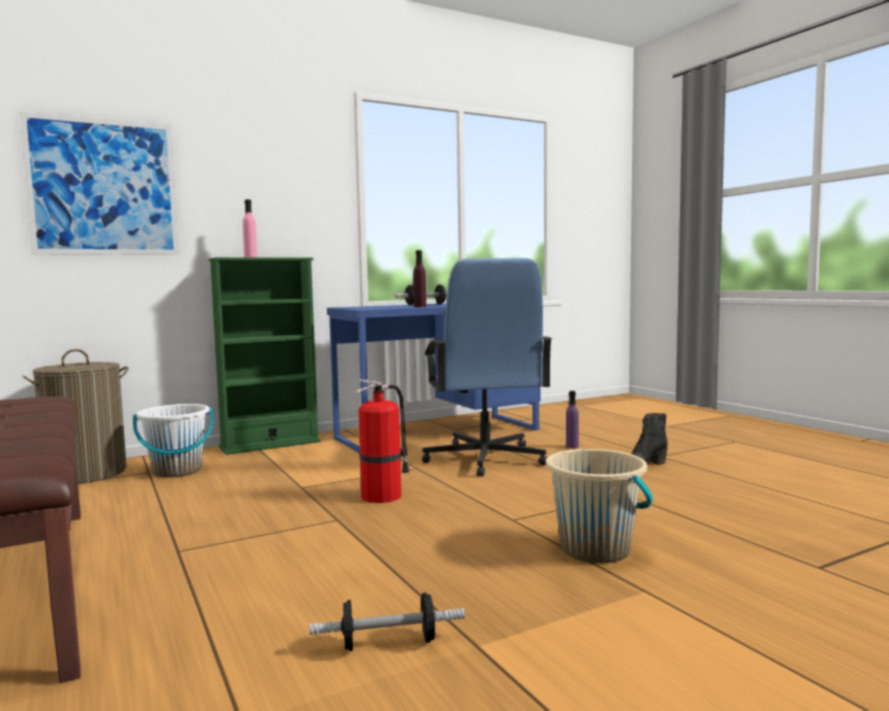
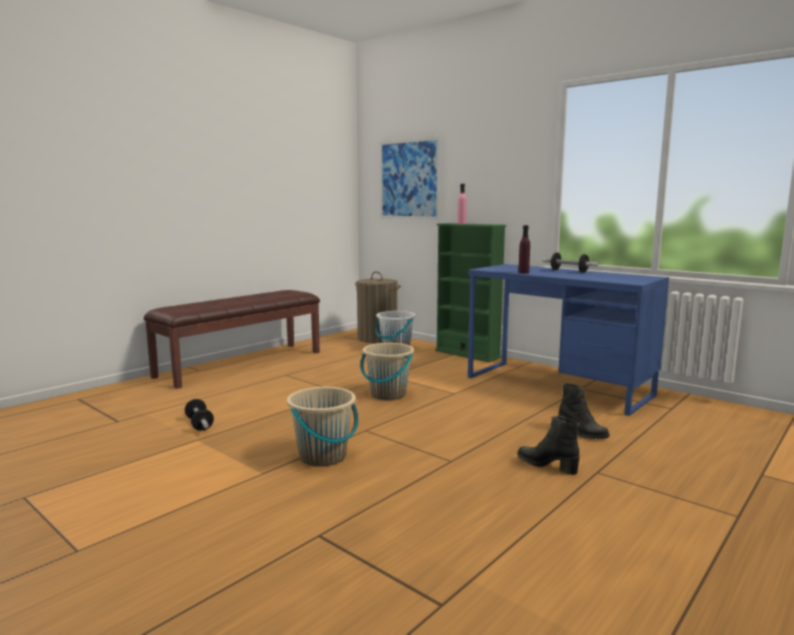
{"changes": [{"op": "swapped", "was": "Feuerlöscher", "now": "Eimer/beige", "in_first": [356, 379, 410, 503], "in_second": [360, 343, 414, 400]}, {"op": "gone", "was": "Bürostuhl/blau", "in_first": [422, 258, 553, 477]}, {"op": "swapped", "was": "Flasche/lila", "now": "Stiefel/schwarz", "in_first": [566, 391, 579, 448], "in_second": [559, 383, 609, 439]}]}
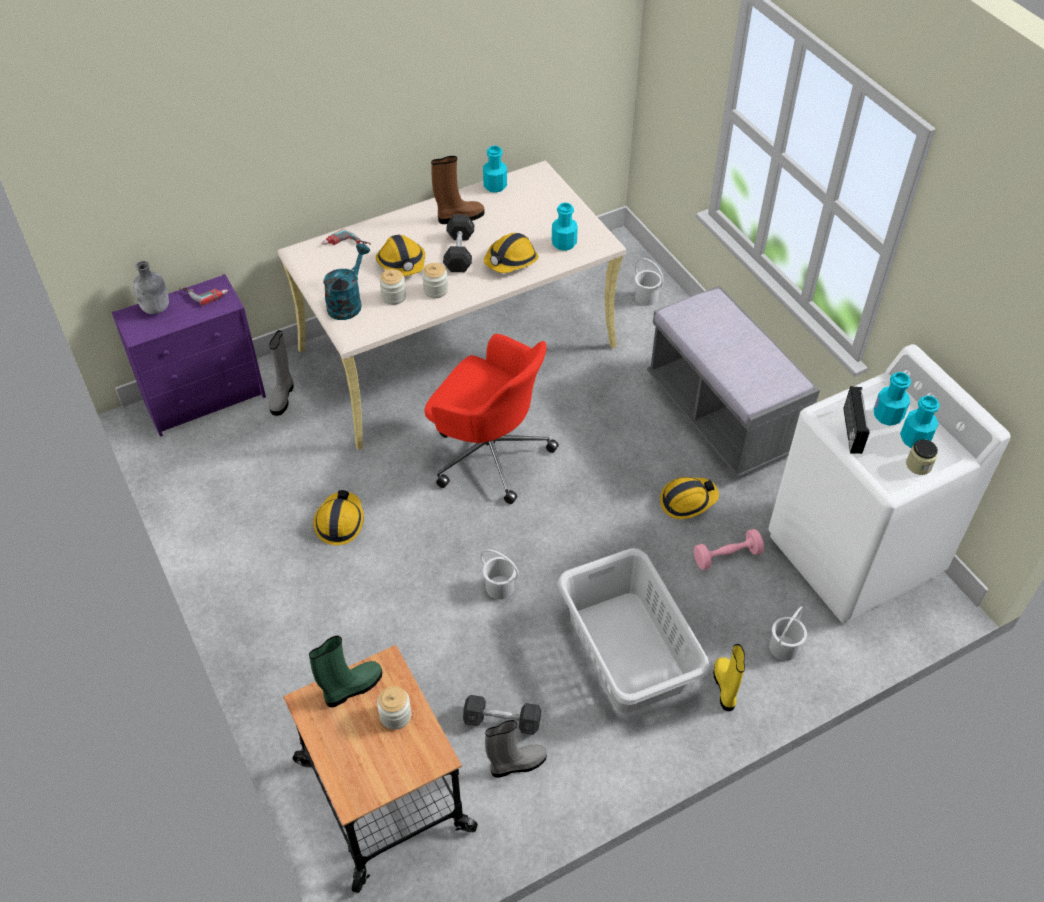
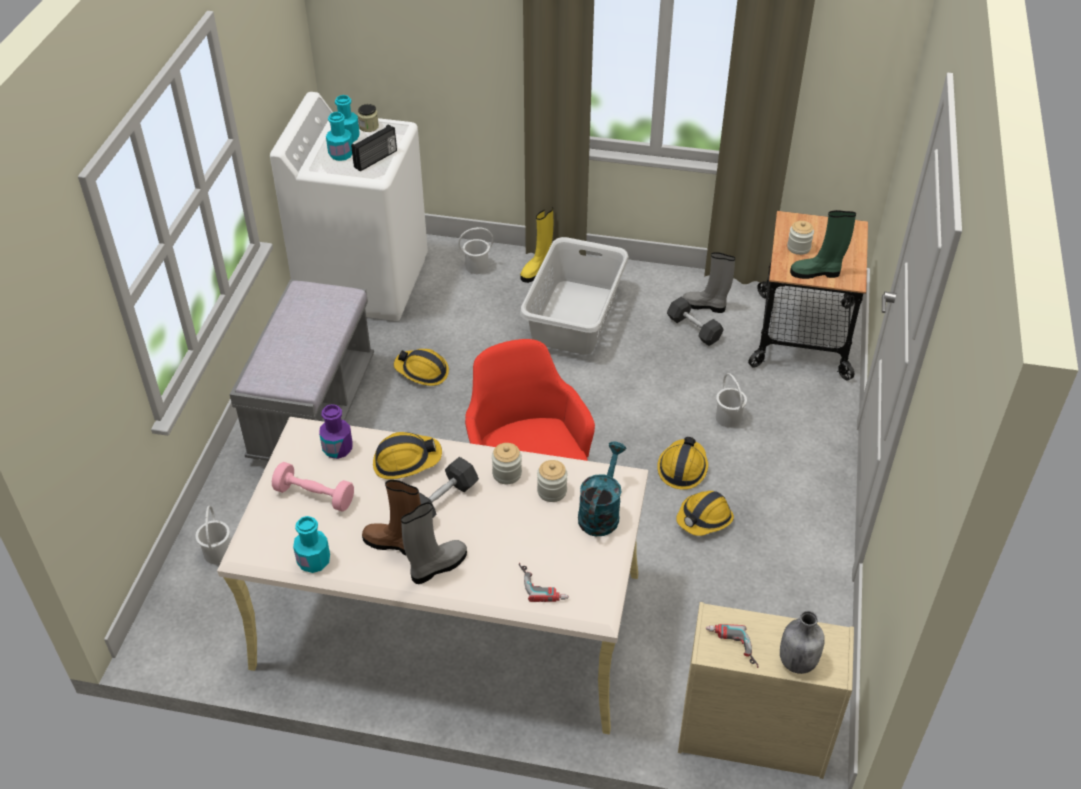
{"changes": [{"op": "repainted", "was": "Kommode/lila", "now": "Kommode/beige", "in_first": [112, 274, 266, 437], "in_second": [678, 602, 854, 779]}, {"op": "shifted", "was": "Stiefel/grau", "in_first": [269, 330, 294, 416], "in_second": [401, 502, 467, 584]}, {"op": "rotated", "was": "Gießkanne/türkis", "in_first": [323, 243, 370, 320], "in_second": [578, 442, 626, 536], "clockwise": 135}, {"op": "shifted", "was": "Schutzhelm", "in_first": [376, 235, 425, 276], "in_second": [657, 437, 708, 490]}, {"op": "shifted", "was": "Eimer/weiß", "in_first": [480, 549, 519, 599], "in_second": [716, 373, 747, 428]}, {"op": "repainted", "was": "Flasche/türkis", "now": "Flasche/lila", "in_first": [552, 202, 578, 251], "in_second": [319, 404, 353, 459]}, {"op": "shifted", "was": "Hantel/rosa", "in_first": [694, 529, 764, 570], "in_second": [272, 462, 354, 512]}]}
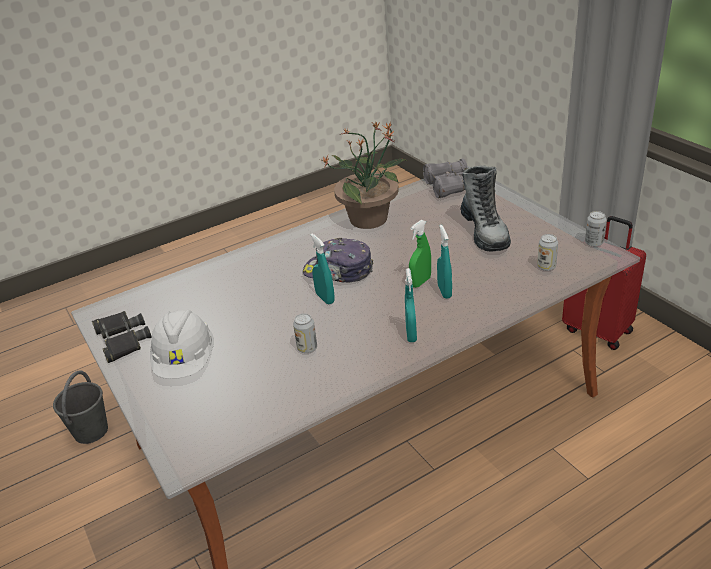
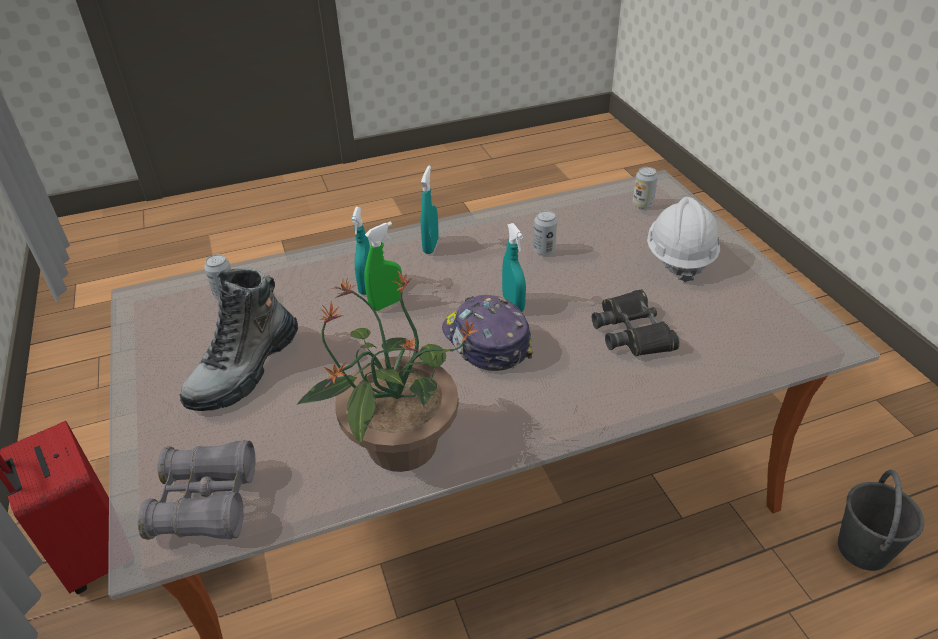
{"changes": [{"op": "shifted", "was": "Fernglas/schwarz", "in_first": [92, 311, 152, 363], "in_second": [592, 290, 680, 356]}, {"op": "rotated", "was": "Kappe", "in_first": [303, 238, 373, 282], "in_second": [442, 295, 533, 371], "clockwise": -150}, {"op": "rotated", "was": "Stiefel", "in_first": [460, 165, 511, 252], "in_second": [180, 267, 298, 411], "clockwise": -150}, {"op": "shifted", "was": "Dose", "in_first": [585, 211, 606, 247], "in_second": [633, 167, 658, 209]}]}
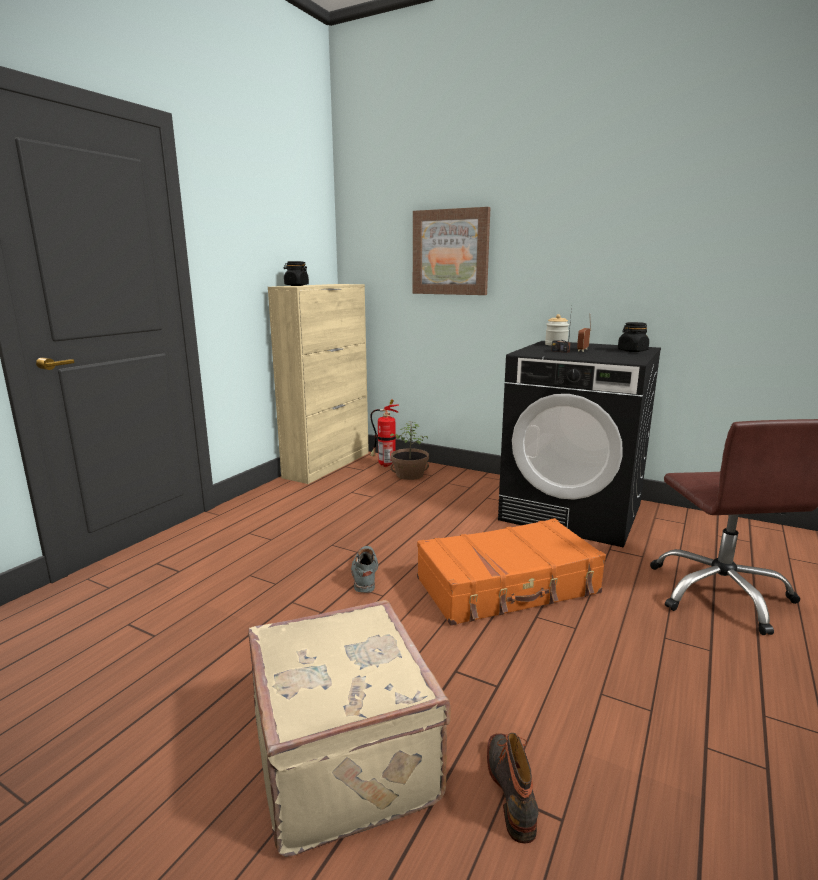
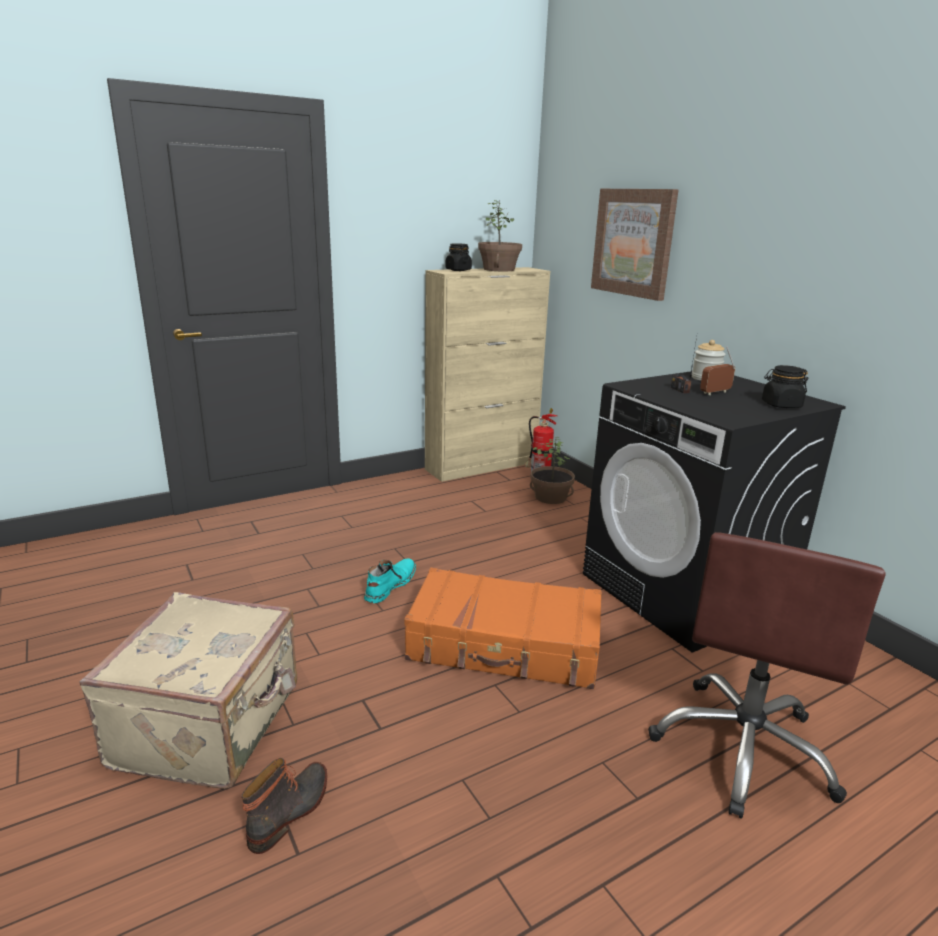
{"changes": [{"op": "repainted", "was": "Stiefel/grau", "now": "Stiefel/türkis", "in_first": [351, 546, 378, 593], "in_second": [364, 558, 416, 603]}, {"op": "new", "now": "Topfpflanze", "in_second": [478, 200, 522, 271]}]}
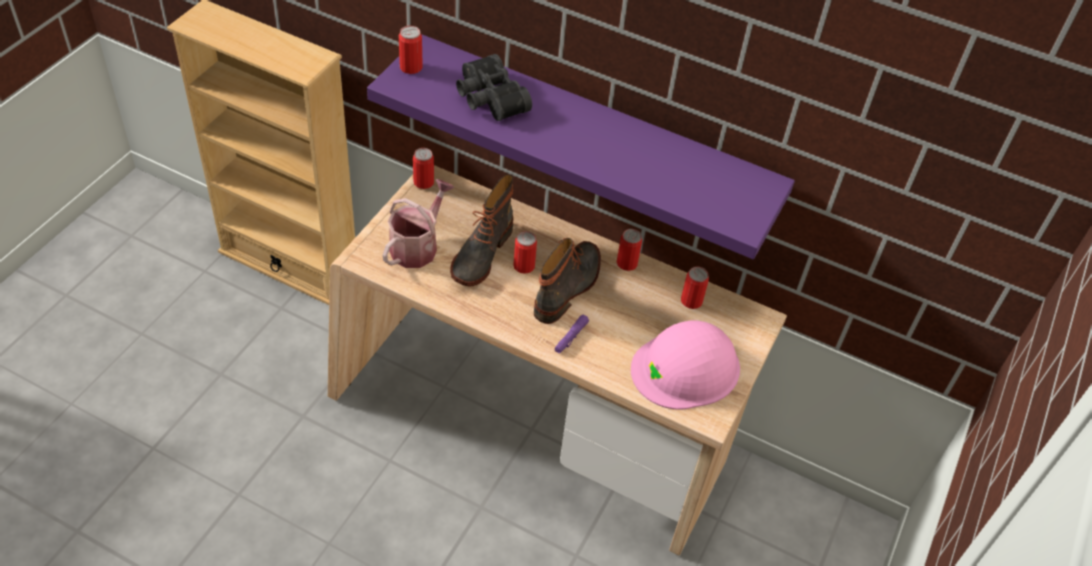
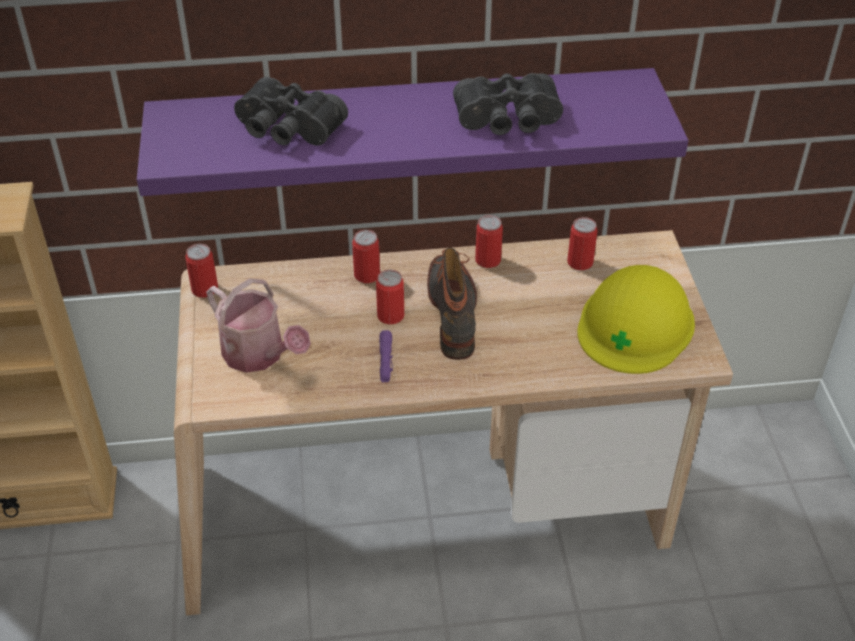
{"changes": [{"op": "rotated", "was": "Gießkanne", "in_first": [382, 179, 455, 268], "in_second": [206, 278, 311, 373], "clockwise": 135}, {"op": "shifted", "was": "Dose", "in_first": [399, 26, 423, 74], "in_second": [352, 230, 380, 283]}, {"op": "gone", "was": "Stiefel", "in_first": [450, 174, 513, 286]}, {"op": "shifted", "was": "Taschenlampe/lila", "in_first": [555, 315, 589, 353], "in_second": [379, 330, 393, 382]}, {"op": "repainted", "was": "Schutzhelm/rosa", "now": "Schutzhelm/gelb", "in_first": [631, 320, 740, 409], "in_second": [577, 265, 695, 374]}, {"op": "new", "now": "Fernglas/schwarz", "in_second": [453, 73, 563, 135]}]}
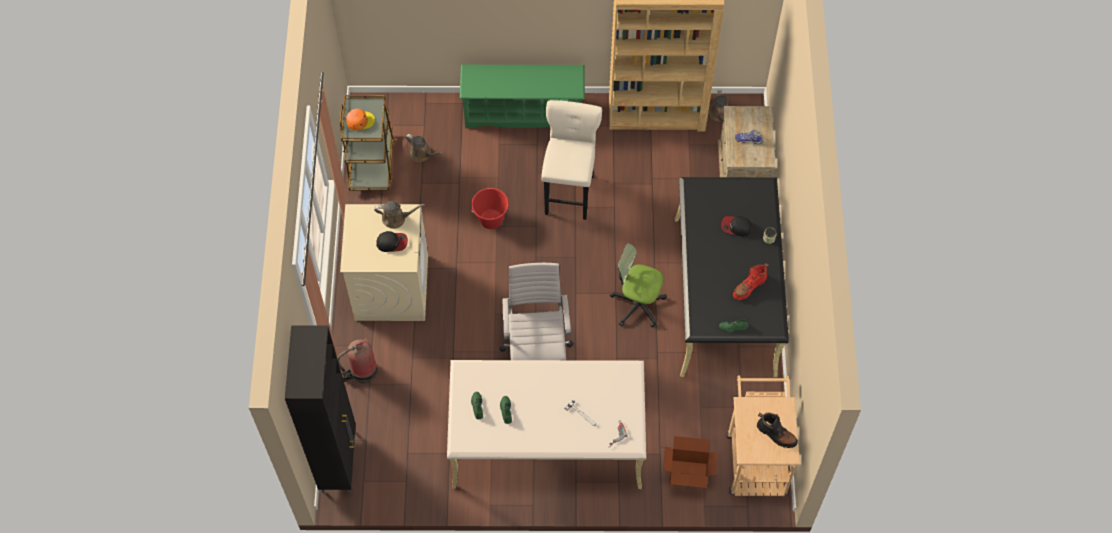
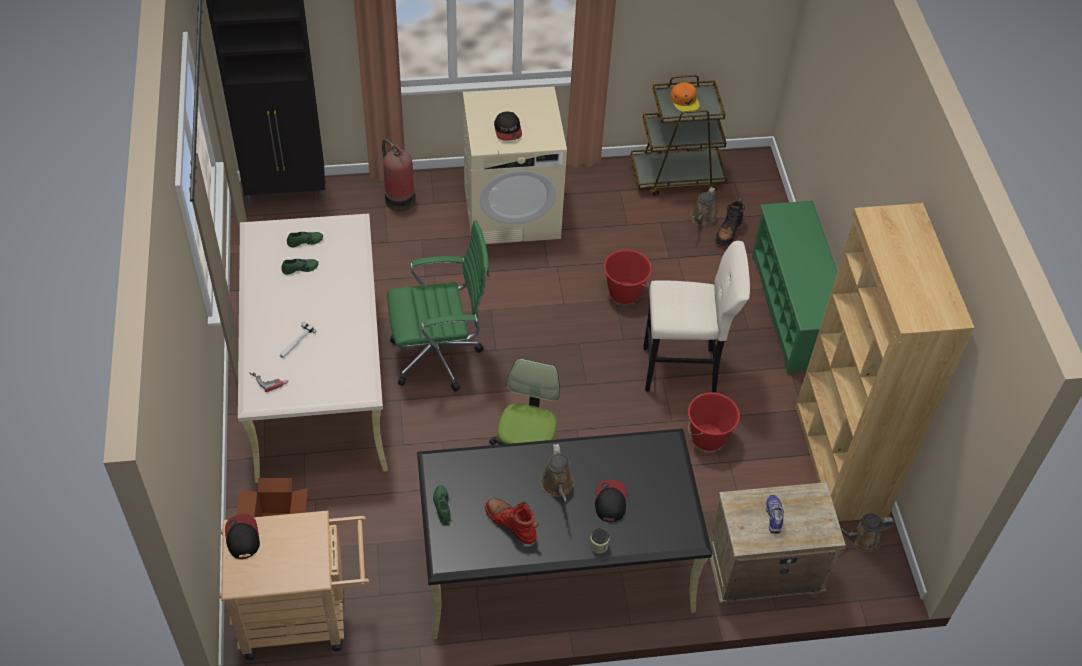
{"changes": [{"op": "shifted", "was": "Gießkanne/braun", "in_first": [374, 201, 425, 229], "in_second": [541, 444, 575, 502]}, {"op": "repainted", "was": "Bürostuhl/weiß", "now": "Bürostuhl/grün", "in_first": [500, 263, 574, 360], "in_second": [387, 220, 489, 392]}, {"op": "shifted", "was": "Stiefel/schwarz", "in_first": [757, 413, 798, 448], "in_second": [716, 198, 745, 246]}, {"op": "new", "now": "Kappe", "in_second": [225, 514, 260, 559]}, {"op": "new", "now": "Eimer/rot", "in_second": [688, 392, 740, 451]}]}
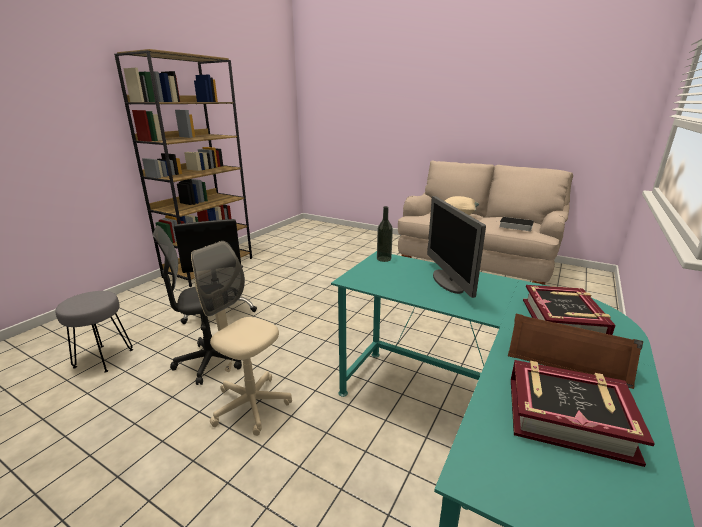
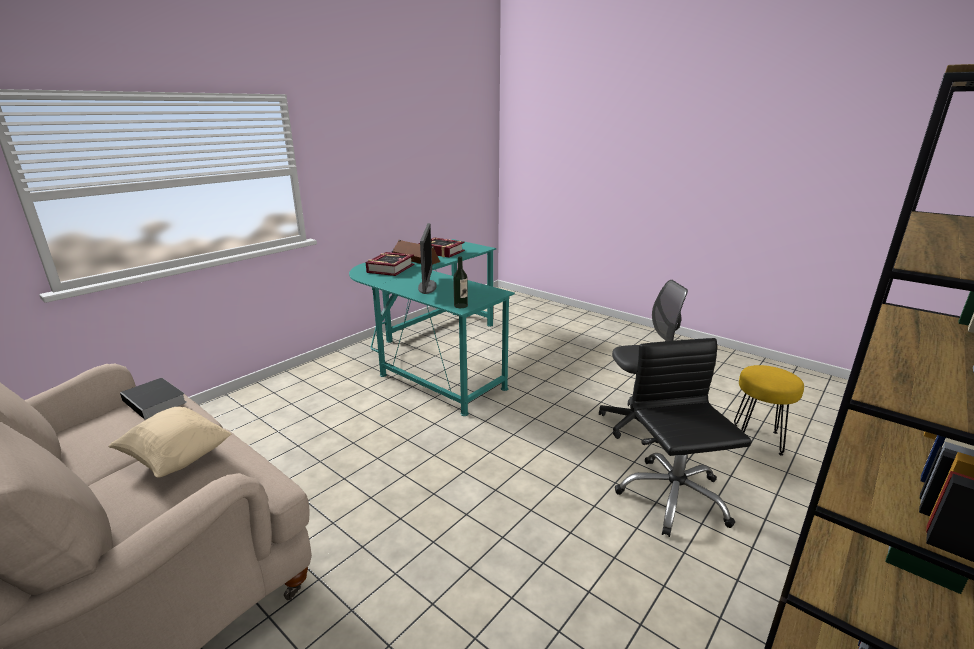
{"changes": [{"op": "repainted", "was": "Hocker/grau", "now": "Hocker/gelb", "in_first": [55, 291, 133, 373], "in_second": [734, 365, 804, 456]}, {"op": "gone", "was": "Bürostuhl/beige", "in_first": [191, 241, 292, 436]}]}
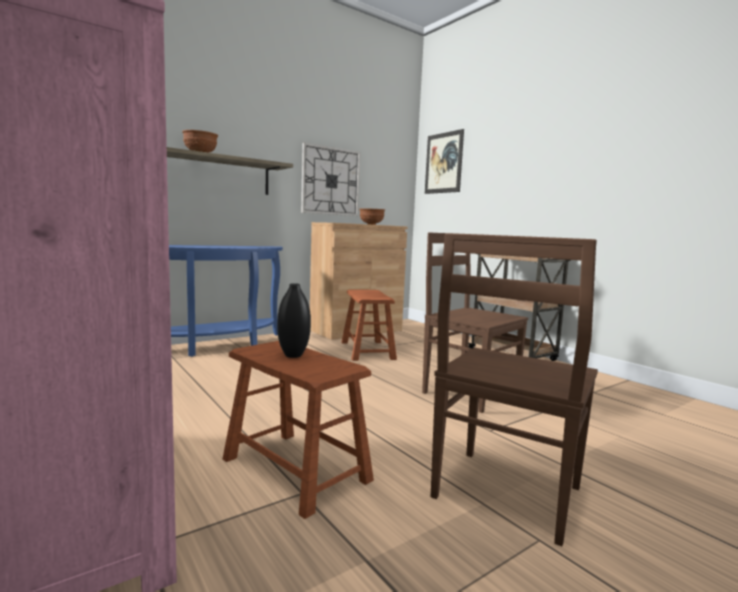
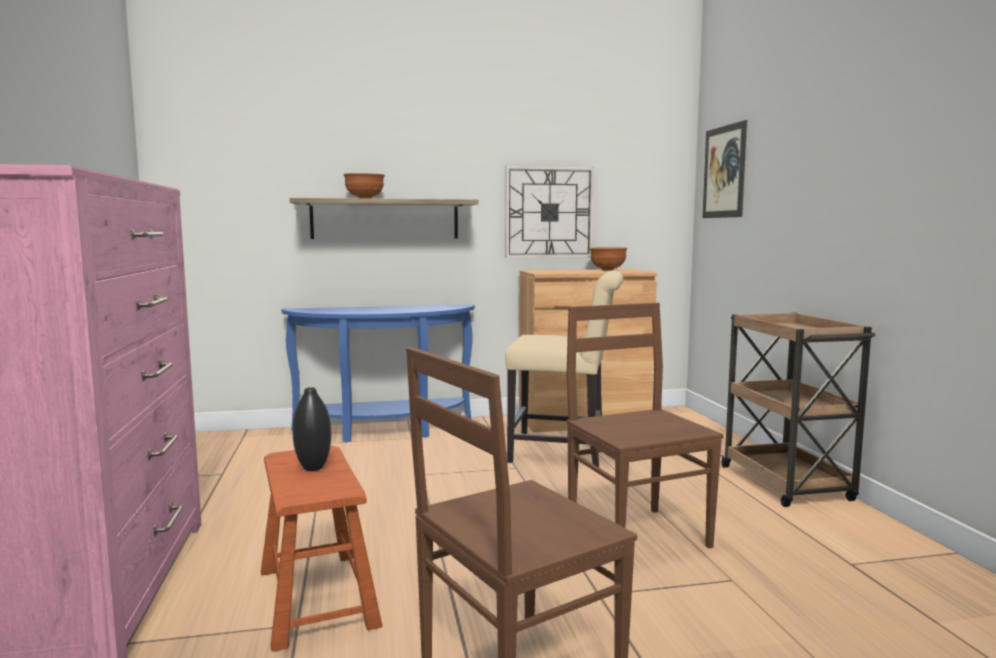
{"changes": [{"op": "swapped", "was": "Hocker/braun", "now": "Stuhl/beige", "in_first": [341, 289, 397, 361], "in_second": [505, 270, 623, 467]}]}
